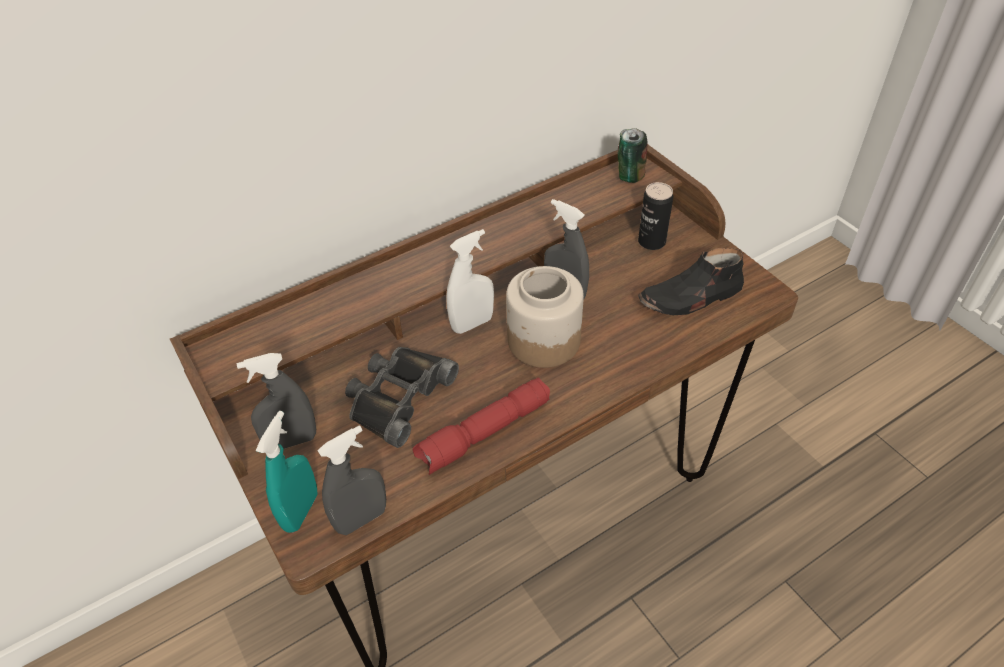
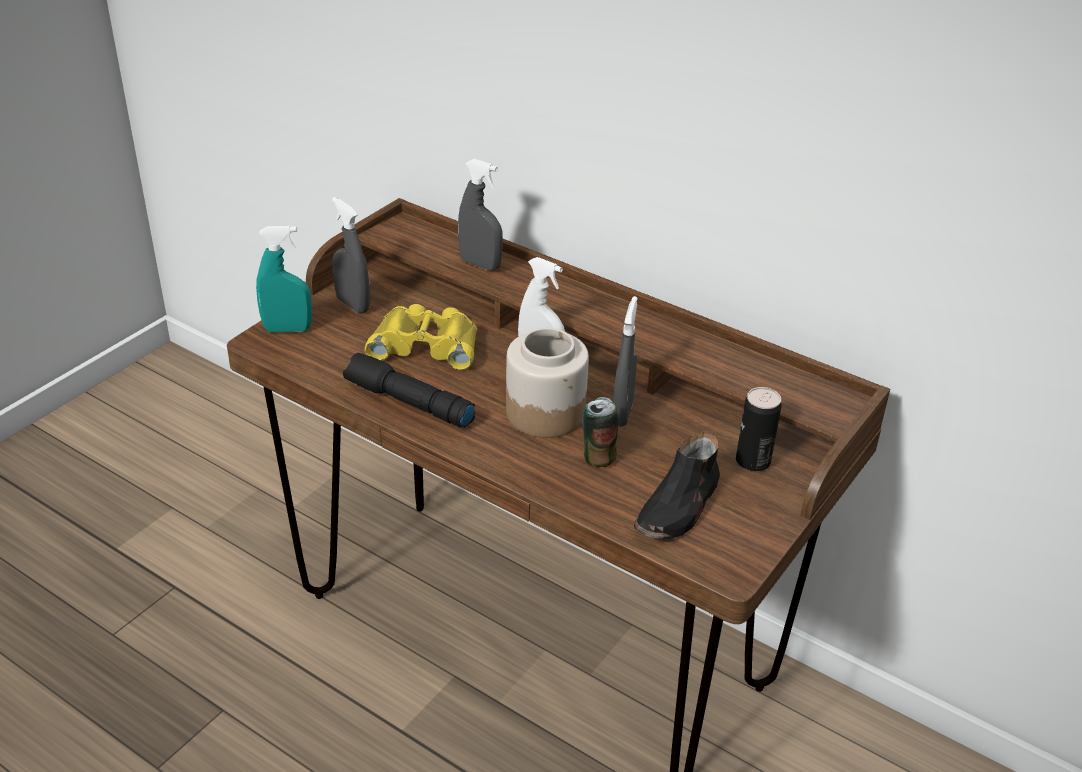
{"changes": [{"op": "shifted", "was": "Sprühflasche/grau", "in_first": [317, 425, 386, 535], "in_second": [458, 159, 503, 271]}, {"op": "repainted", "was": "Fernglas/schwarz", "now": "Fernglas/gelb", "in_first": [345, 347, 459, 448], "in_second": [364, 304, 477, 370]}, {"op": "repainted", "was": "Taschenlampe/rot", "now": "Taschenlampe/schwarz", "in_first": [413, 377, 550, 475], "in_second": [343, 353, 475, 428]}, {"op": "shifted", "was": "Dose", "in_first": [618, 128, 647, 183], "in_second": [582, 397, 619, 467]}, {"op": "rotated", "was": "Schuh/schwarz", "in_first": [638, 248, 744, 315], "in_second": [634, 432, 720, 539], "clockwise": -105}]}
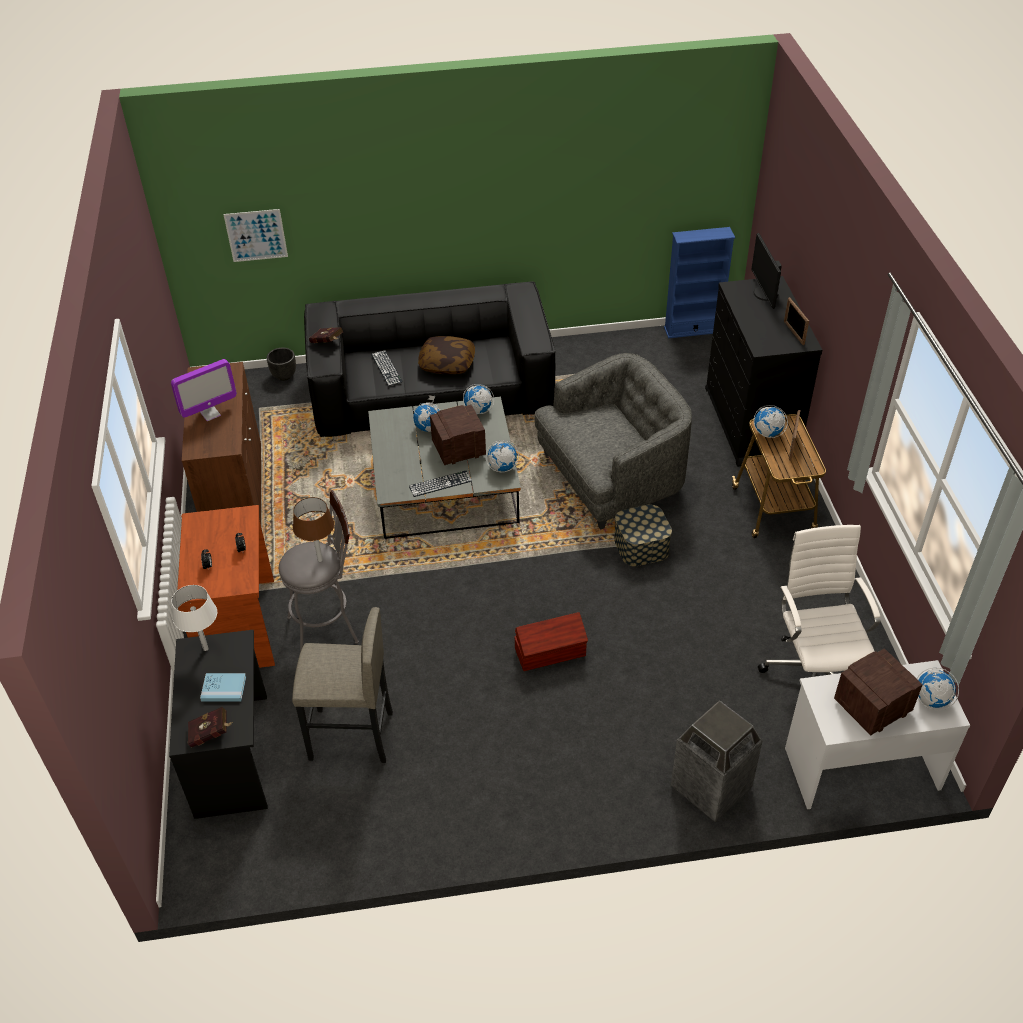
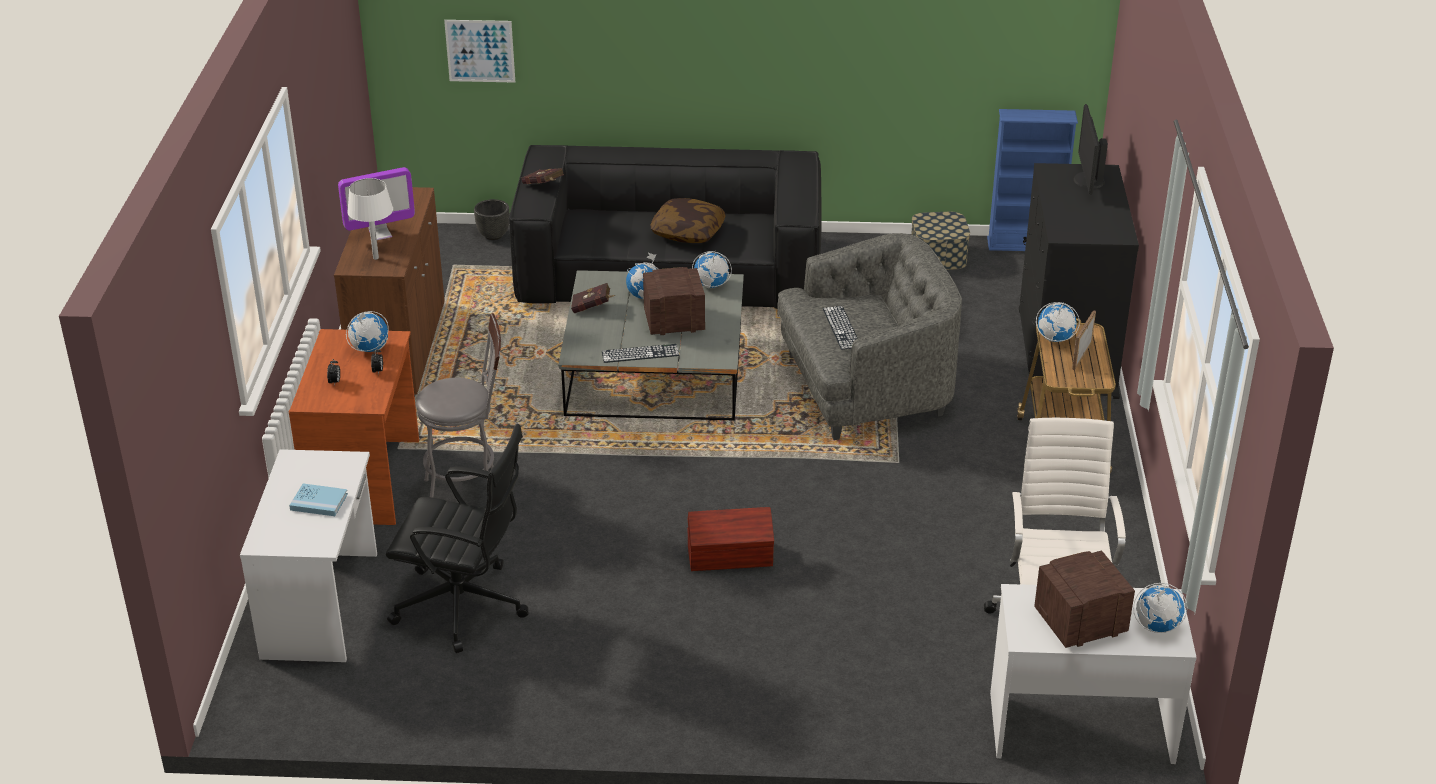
{"changes": [{"op": "repainted", "was": "Schreibtisch/schwarz", "now": "Schreibtisch/weiß", "in_first": [169, 630, 268, 819], "in_second": [240, 449, 377, 662]}, {"op": "shifted", "was": "Tischlampe/weiß", "in_first": [172, 585, 217, 651], "in_second": [347, 178, 393, 260]}, {"op": "shifted", "was": "Buch/rot", "in_first": [188, 707, 233, 747], "in_second": [571, 283, 615, 313]}, {"op": "swapped", "was": "Hocker/grau", "now": "Bürostuhl/schwarz", "in_first": [292, 607, 393, 763], "in_second": [386, 424, 528, 653]}, {"op": "gone", "was": "Tischlampe/braun", "in_first": [293, 497, 334, 562]}, {"op": "shifted", "was": "Tastatur", "in_first": [371, 350, 403, 386], "in_second": [823, 306, 858, 350]}, {"op": "shifted", "was": "Globus", "in_first": [486, 440, 519, 472], "in_second": [346, 311, 389, 352]}, {"op": "shifted", "was": "Aufbewahrungsbox", "in_first": [614, 504, 672, 566], "in_second": [911, 211, 970, 270]}, {"op": "gone", "was": "Mülleimer", "in_first": [671, 700, 763, 822]}, {"op": "gone", "was": "Bilderrahmen", "in_first": [784, 297, 809, 345]}]}
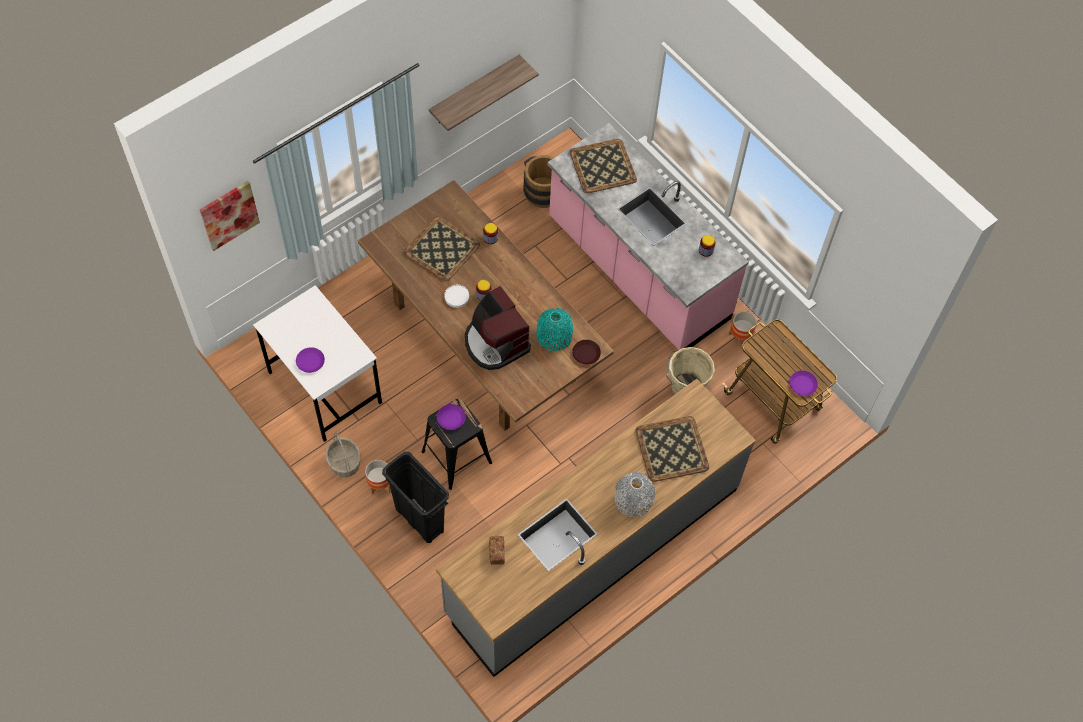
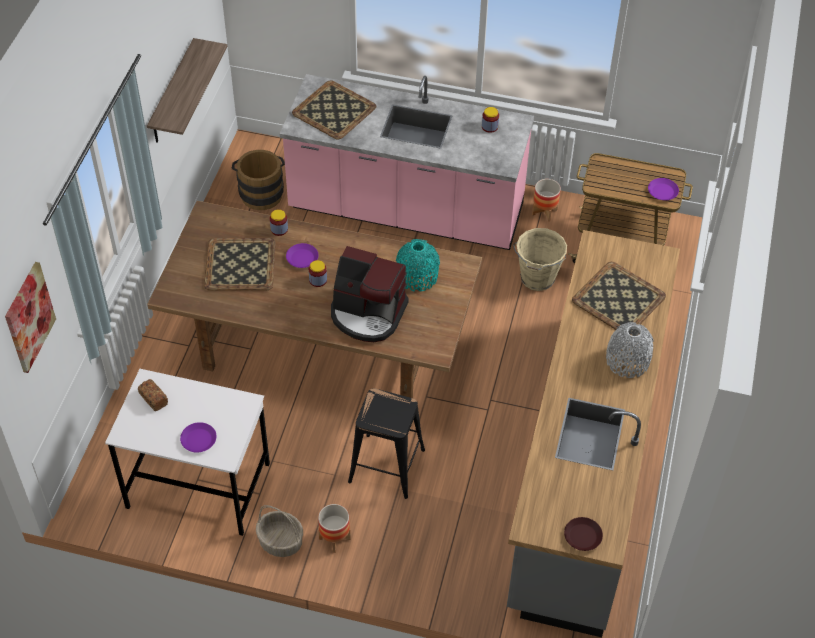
{"changes": [{"op": "gone", "was": "Mülleimer/schwarz", "in_first": [382, 452, 449, 543]}, {"op": "shifted", "was": "Teller/lila", "in_first": [437, 404, 466, 430], "in_second": [286, 243, 319, 268]}, {"op": "gone", "was": "Teller/weiß", "in_first": [444, 285, 469, 308]}, {"op": "shifted", "was": "Brot", "in_first": [489, 536, 505, 565], "in_second": [138, 379, 168, 412]}, {"op": "shifted", "was": "Teller/braun", "in_first": [572, 340, 601, 365], "in_second": [564, 517, 603, 551]}]}
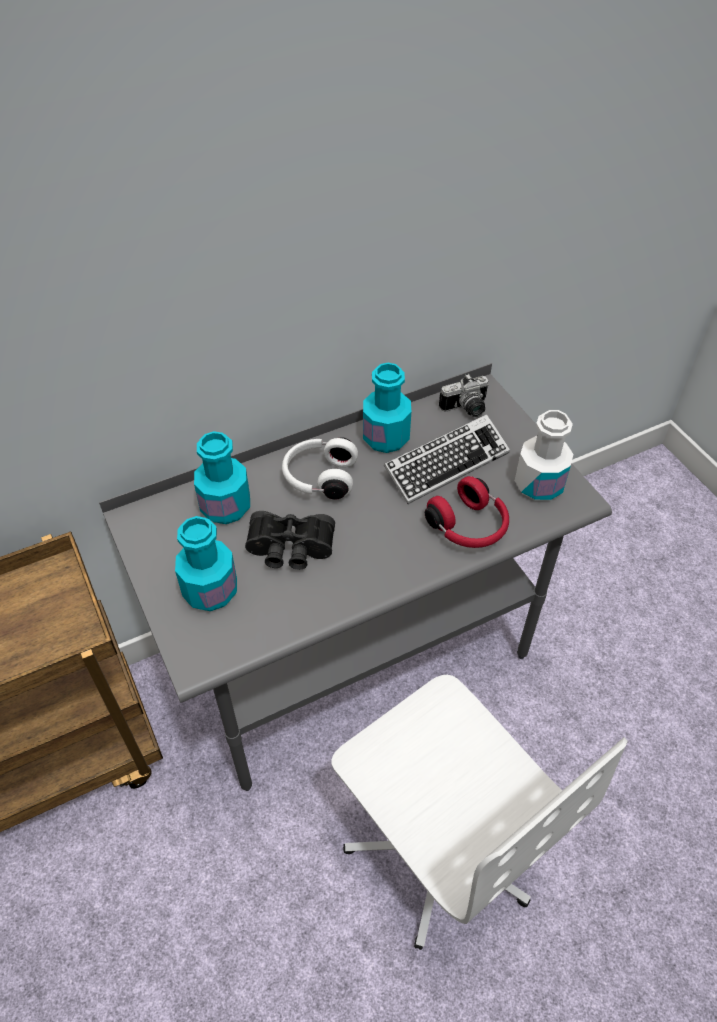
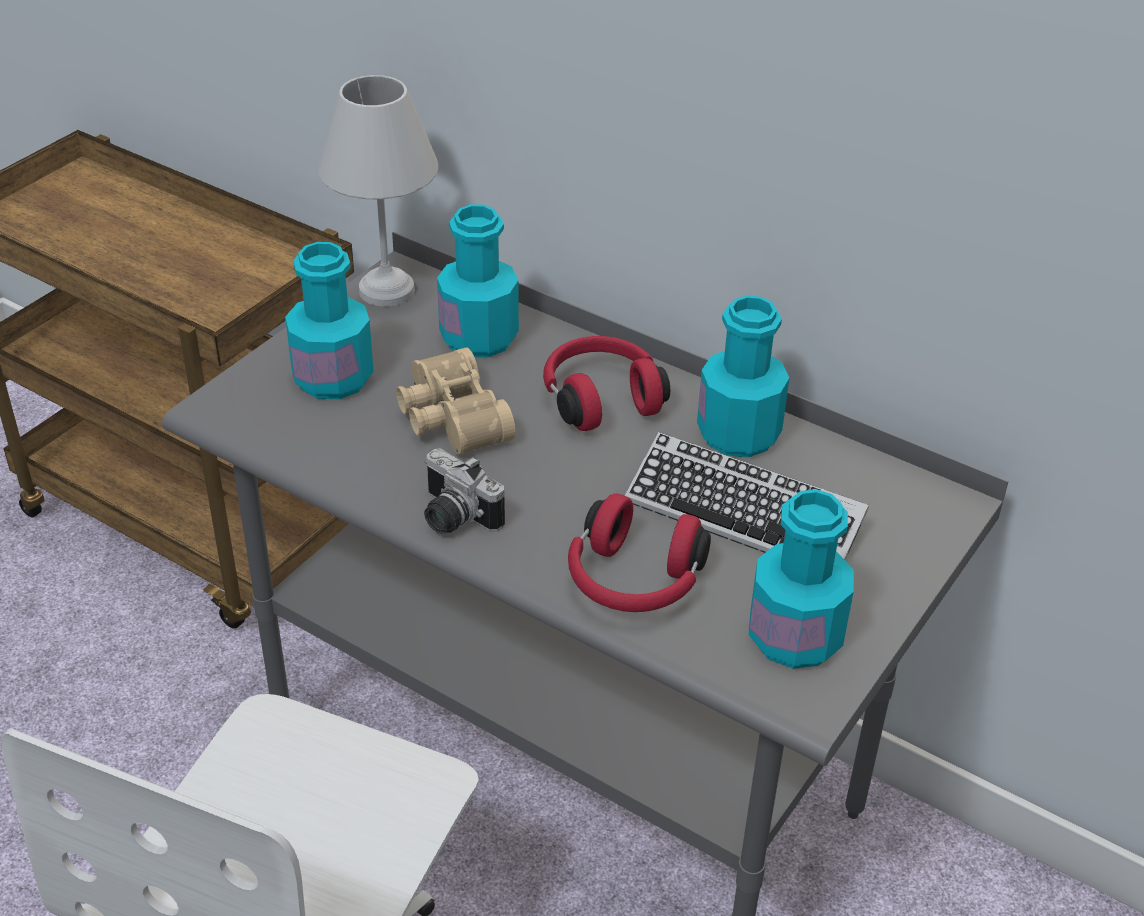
{"changes": [{"op": "repainted", "was": "Fernglas/schwarz", "now": "Fernglas/beige", "in_first": [245, 511, 335, 570], "in_second": [396, 347, 516, 455]}, {"op": "repainted", "was": "Kopfhörer/weiß", "now": "Kopfhörer/rot", "in_first": [282, 437, 358, 499], "in_second": [543, 336, 671, 431]}, {"op": "shifted", "was": "Kamera", "in_first": [439, 374, 489, 417], "in_second": [424, 448, 505, 534]}, {"op": "repainted", "was": "Flasche/weiß", "now": "Flasche/türkis", "in_first": [515, 410, 574, 501], "in_second": [749, 489, 854, 669]}, {"op": "new", "now": "Tischlampe/weiß", "in_second": [318, 75, 438, 307]}]}
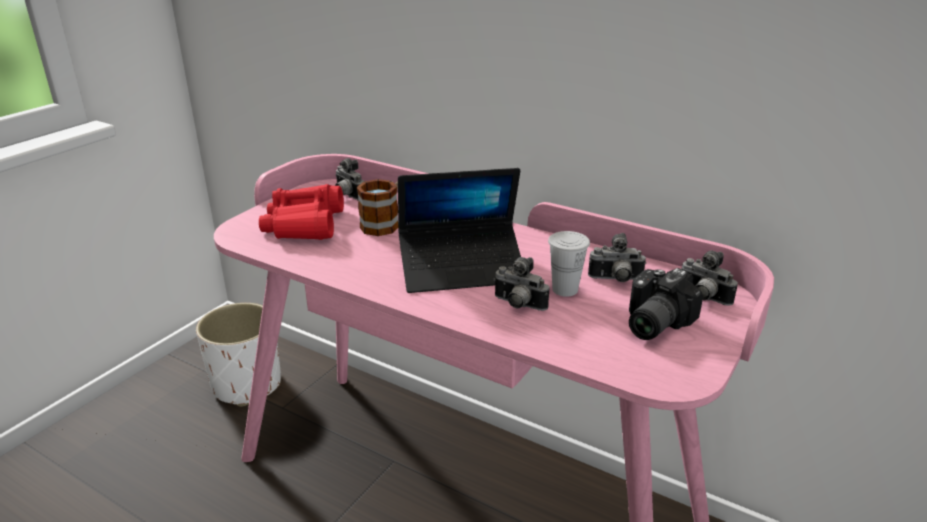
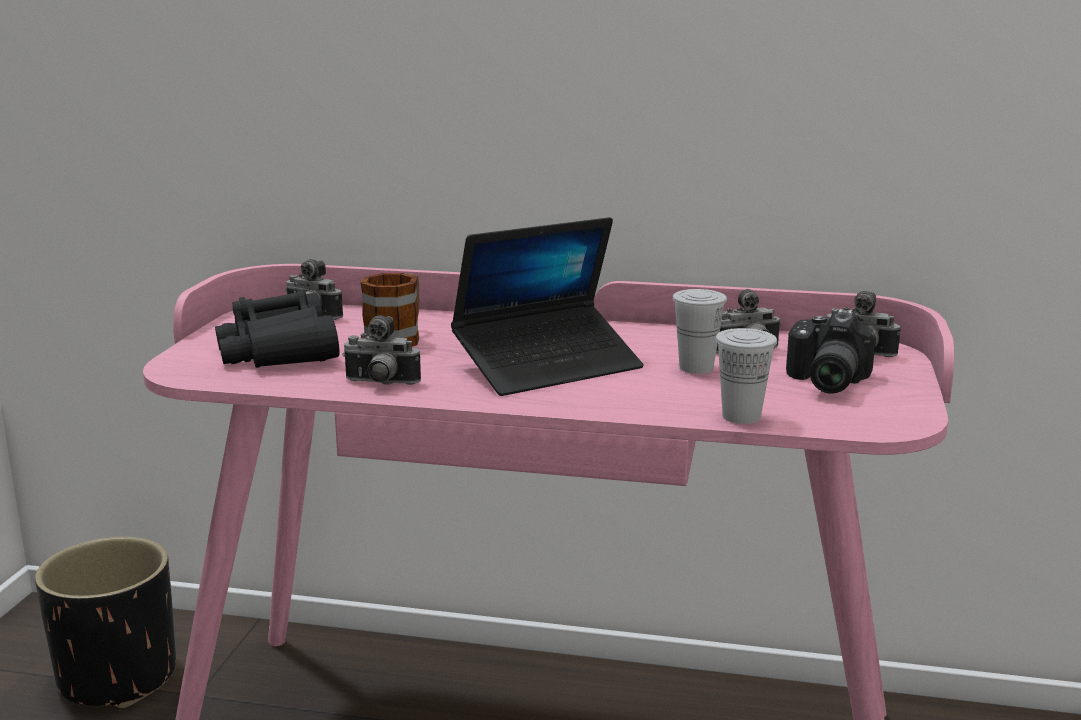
{"changes": [{"op": "repainted", "was": "Pflanzkübel/weiß", "now": "Pflanzkübel/schwarz", "in_first": [196, 303, 281, 407], "in_second": [35, 537, 176, 708]}, {"op": "repainted", "was": "Fernglas/rot", "now": "Fernglas/schwarz", "in_first": [259, 184, 344, 240], "in_second": [215, 290, 340, 368]}, {"op": "shifted", "was": "Kamera", "in_first": [494, 257, 549, 311], "in_second": [342, 316, 421, 385]}, {"op": "new", "now": "Tasse/weiß", "in_second": [715, 328, 777, 424]}]}
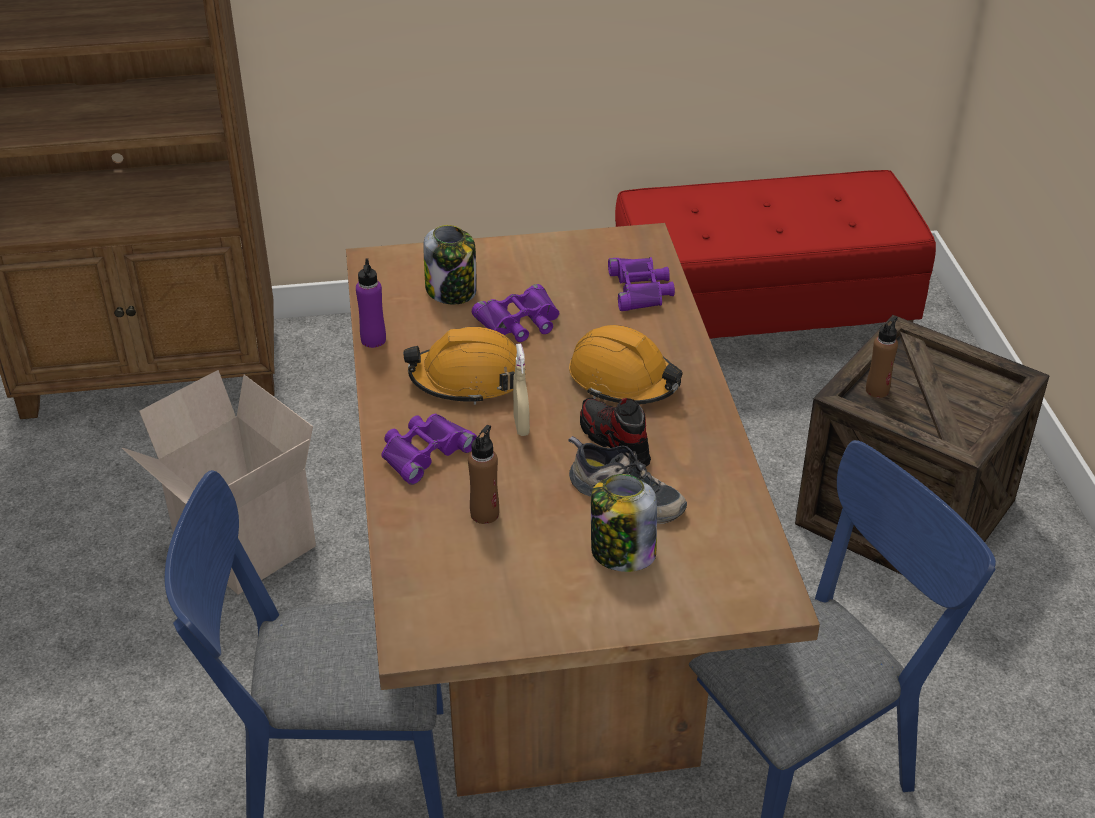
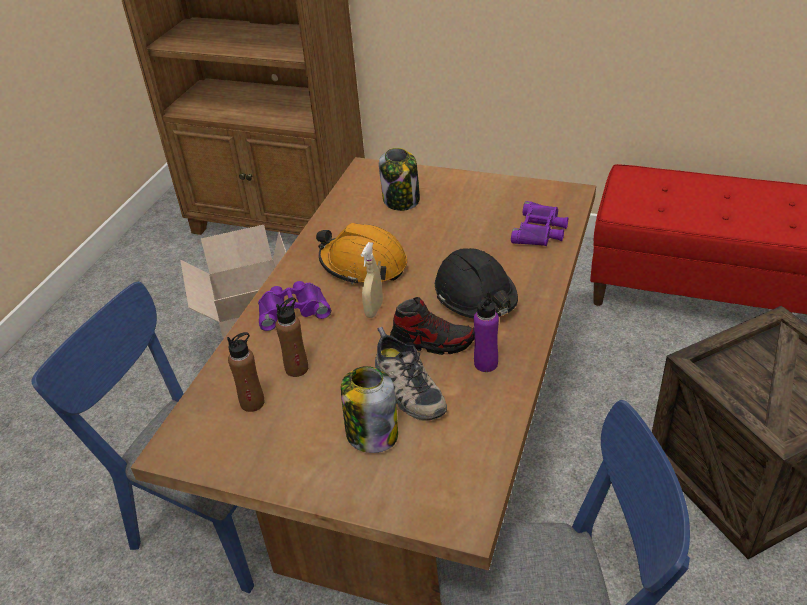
{"changes": [{"op": "shifted", "was": "Flasche/lila", "in_first": [356, 258, 386, 348], "in_second": [474, 291, 499, 372]}, {"op": "gone", "was": "Fernglas/lila", "in_first": [472, 284, 559, 342]}, {"op": "repainted", "was": "Schutzhelm/orange", "now": "Schutzhelm/schwarz", "in_first": [569, 325, 683, 404], "in_second": [435, 248, 518, 319]}, {"op": "rotated", "was": "Schuh", "in_first": [580, 397, 651, 466], "in_second": [390, 297, 475, 355], "clockwise": 105}, {"op": "shifted", "was": "Flasche/braun", "in_first": [866, 316, 898, 398], "in_second": [227, 332, 265, 412]}]}
